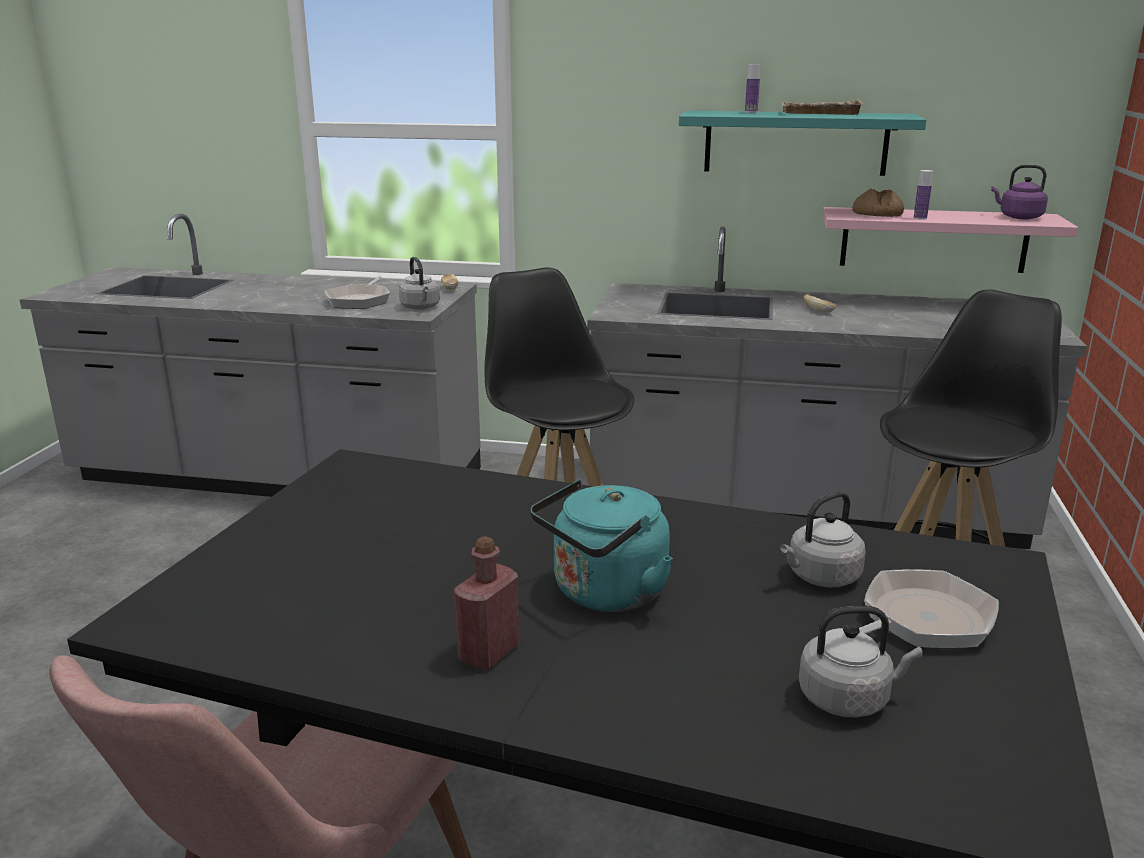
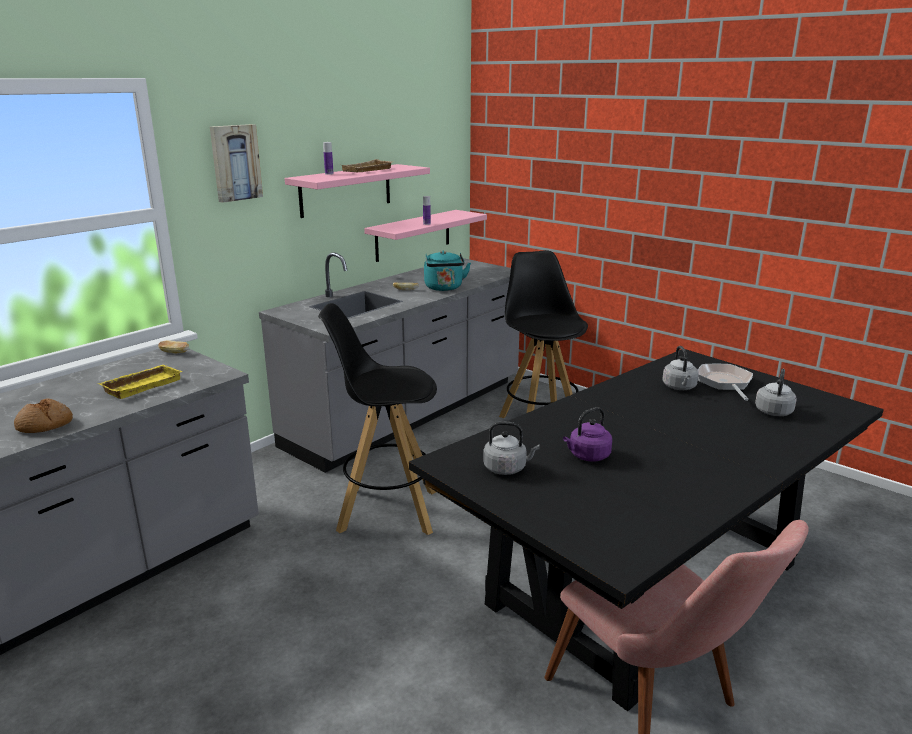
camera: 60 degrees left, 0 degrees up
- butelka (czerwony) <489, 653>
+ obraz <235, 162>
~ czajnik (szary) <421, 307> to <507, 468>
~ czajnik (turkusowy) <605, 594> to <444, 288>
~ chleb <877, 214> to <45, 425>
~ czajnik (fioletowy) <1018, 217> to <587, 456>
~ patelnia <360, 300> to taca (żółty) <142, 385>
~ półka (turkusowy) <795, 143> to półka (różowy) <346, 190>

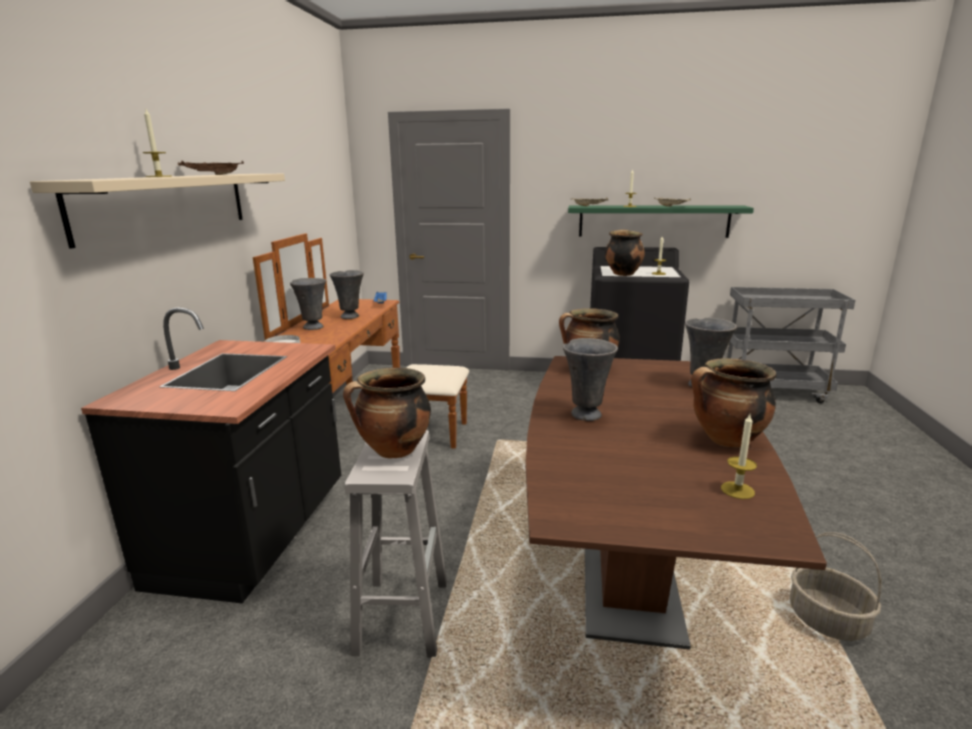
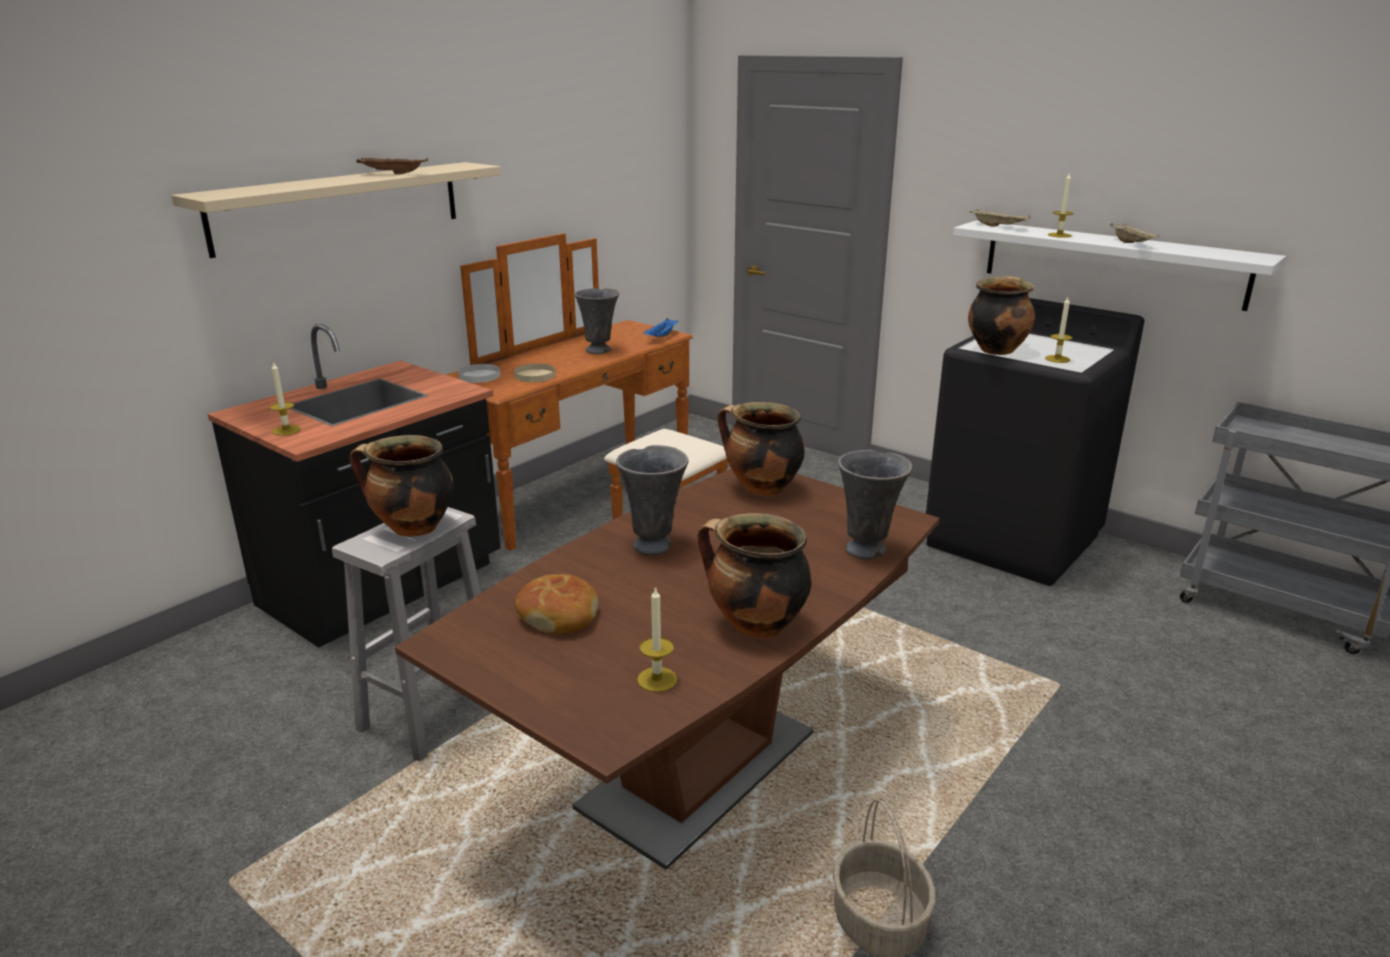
camera: 30 degrees right, 5 degrees up
- wazon (szary) <313, 327>
+ talerz (beżowy) <534, 375>
+ chleb <558, 615>
~ świeca <159, 176> to <286, 430>
~ półka (zielony) <653, 221> to półka (biały) <1112, 263>

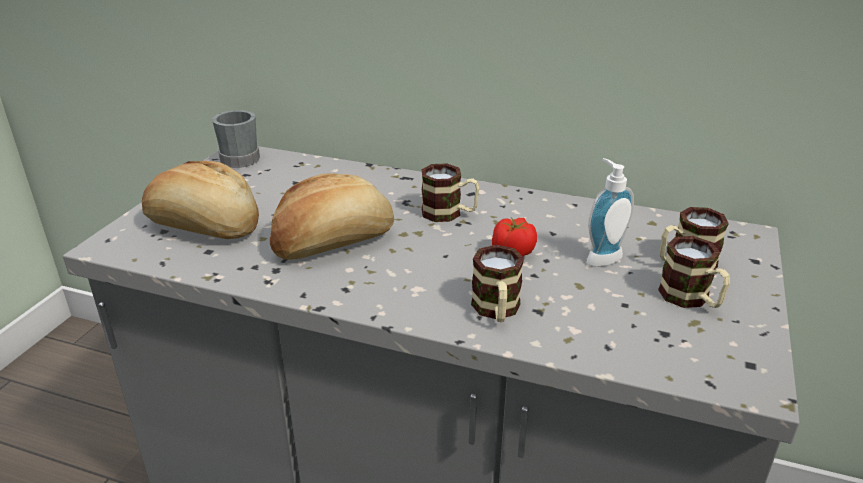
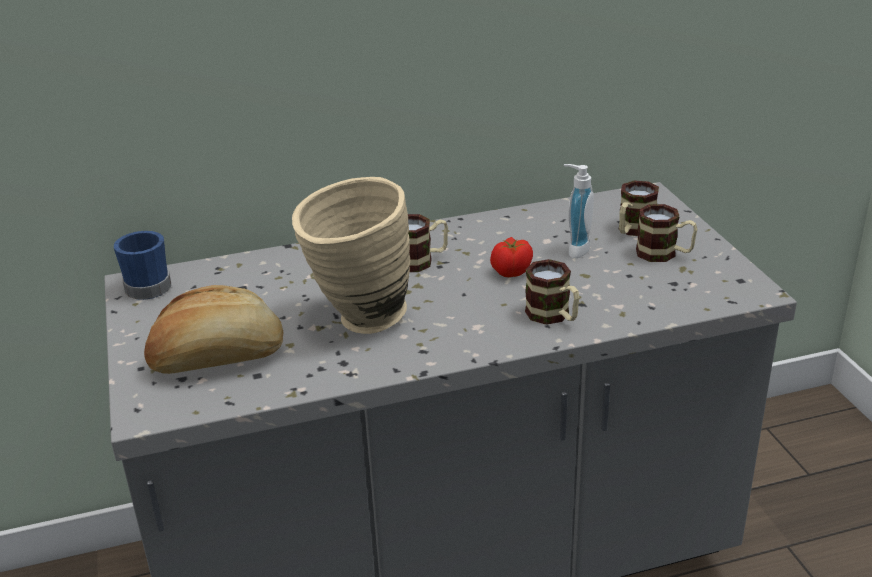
camera: 35 degrees left, 0 degrees up
~ chleb <333, 242> to wazon (beżowy) <358, 322>
~ kubek (szary) <242, 157> to kubek (niebieski) <147, 285>

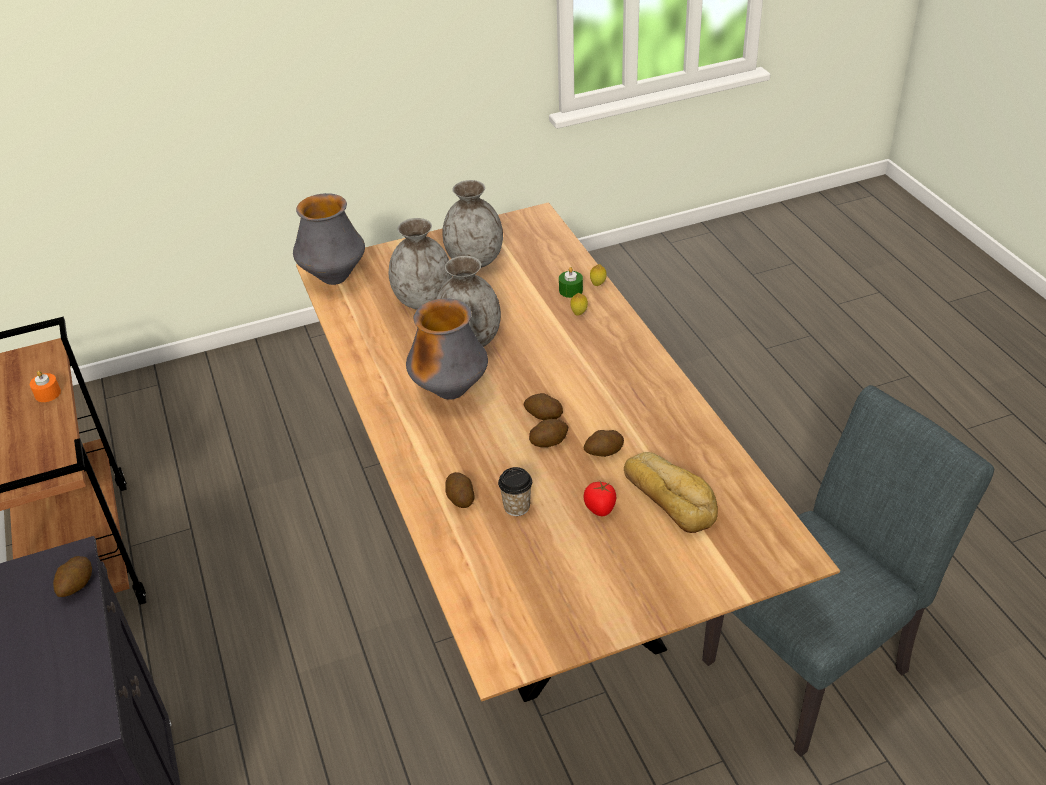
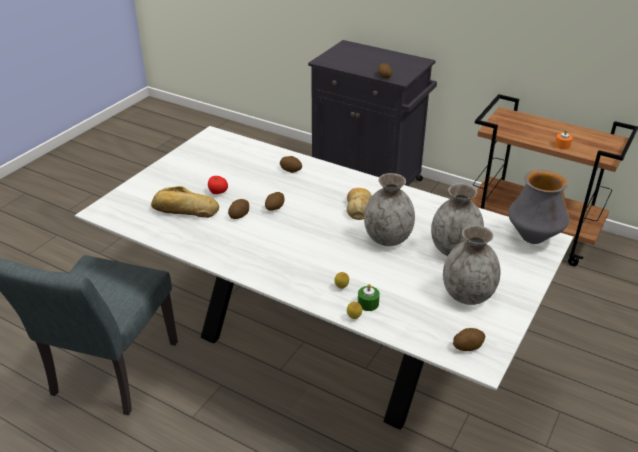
camera: 140 degrees right, 5 degrees down
- filiżanka <516, 507>
~ ziemniak <543, 416> to <468, 346>
~ wazon <450, 391> to chleb <359, 208>
~ stół jadalny (brązowy) <531, 553> to stół jadalny (biały) <319, 347>

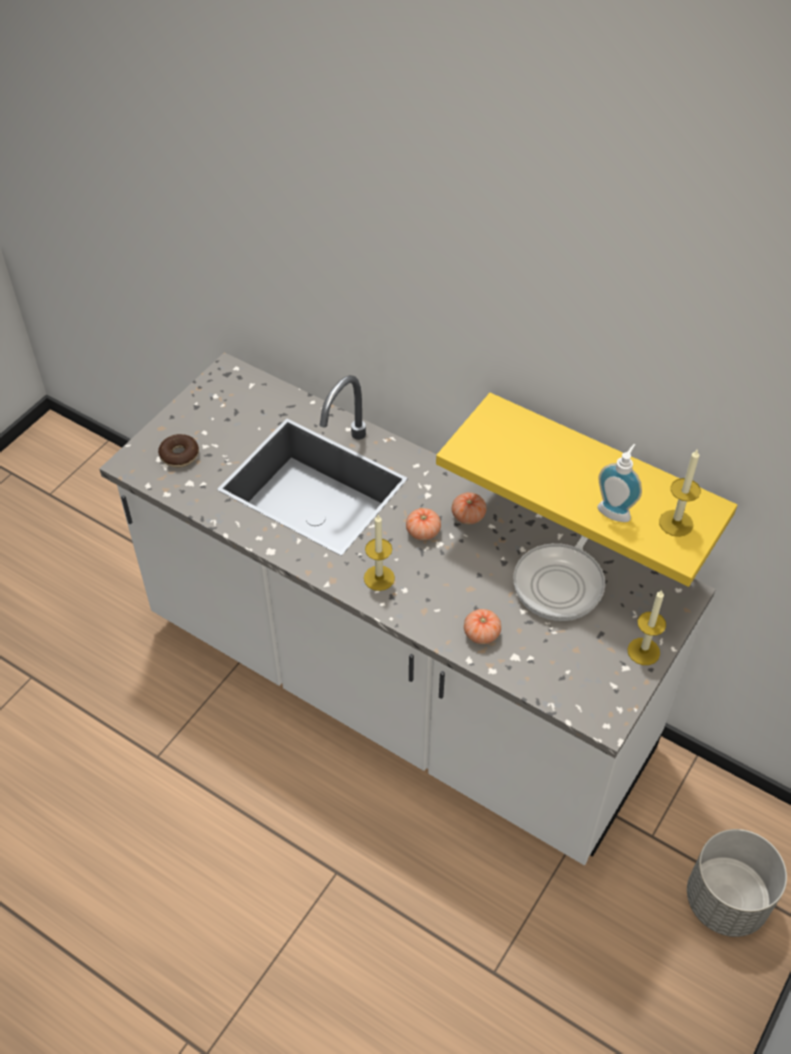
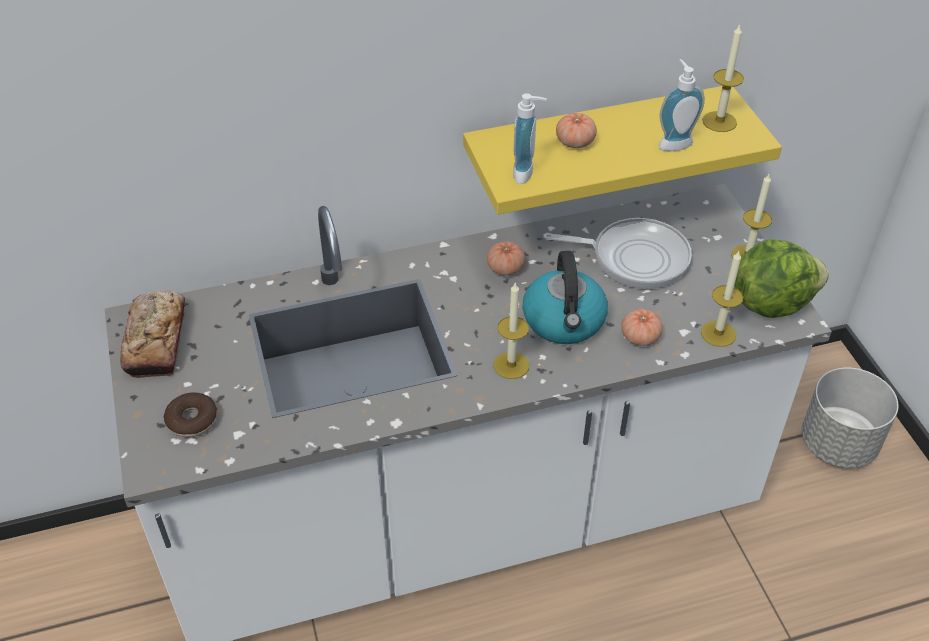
camera: 50 degrees left, 5 degrees down
+ chleb <156, 340>
+ dozownik mydła <527, 173>
+ czajnik <564, 321>
+ świeca <718, 333>
+ sałata <770, 302>
~ pomidor <423, 532> to <575, 142>
~ patelnia <561, 582> = <634, 258> 60 degrees counterclockwise

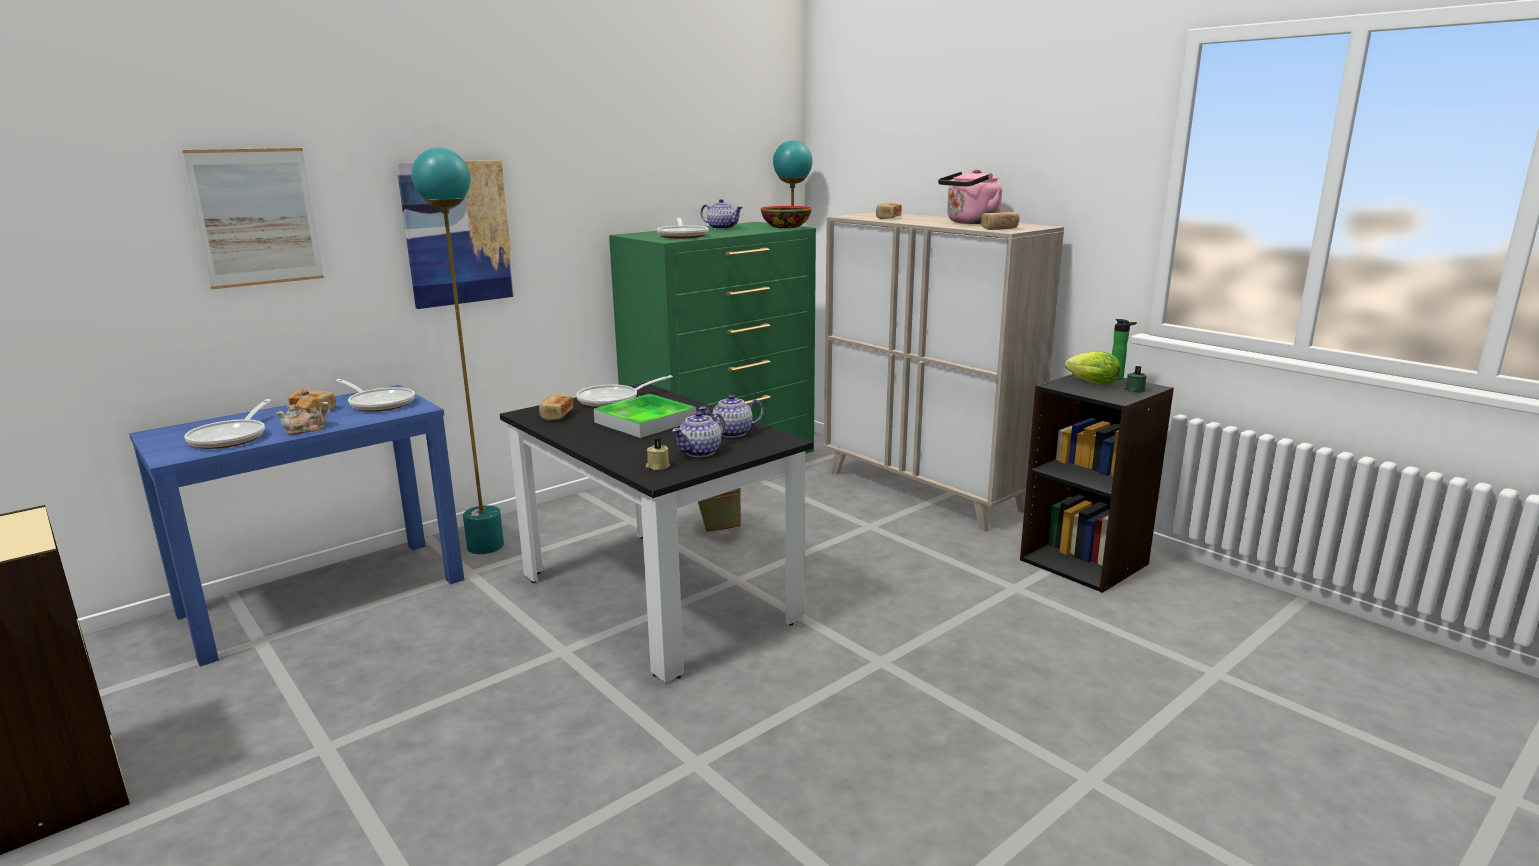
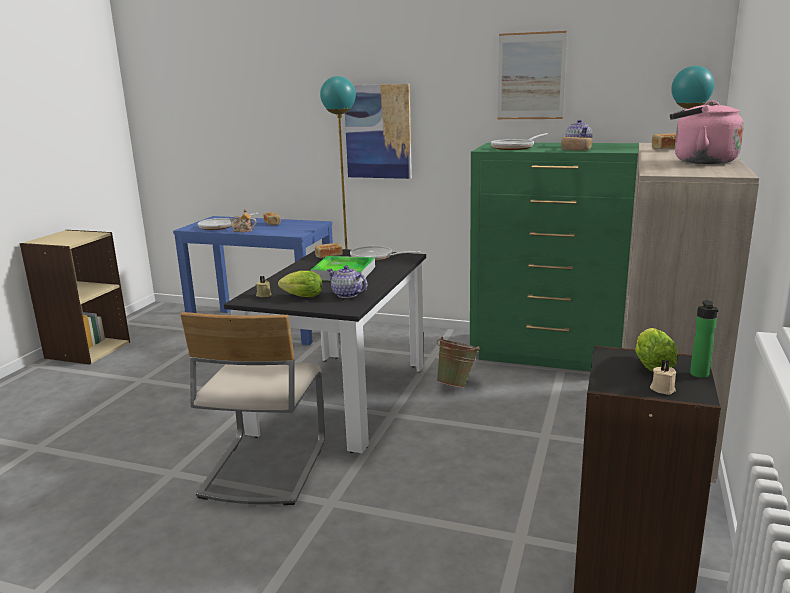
camera: 60 degrees right, 0 degrees up
- patelnia <379, 403>
- miska <785, 227>
+ krzesło (beżowy) <263, 468>
~ obraz <257, 217> to <531, 76>
~ chleb <1000, 229> to <576, 150>
~ imbryk <700, 452> to sałata <300, 297>
~ świeca (zielony) <1134, 390> to świeca (beżowy) <662, 389>

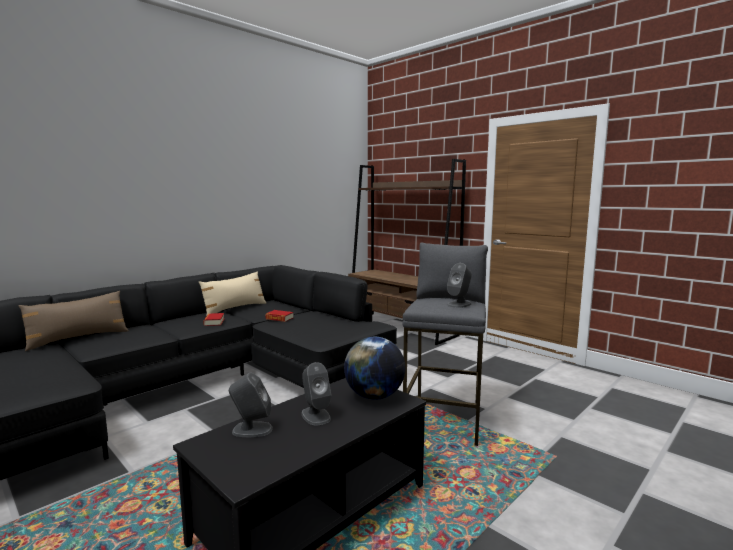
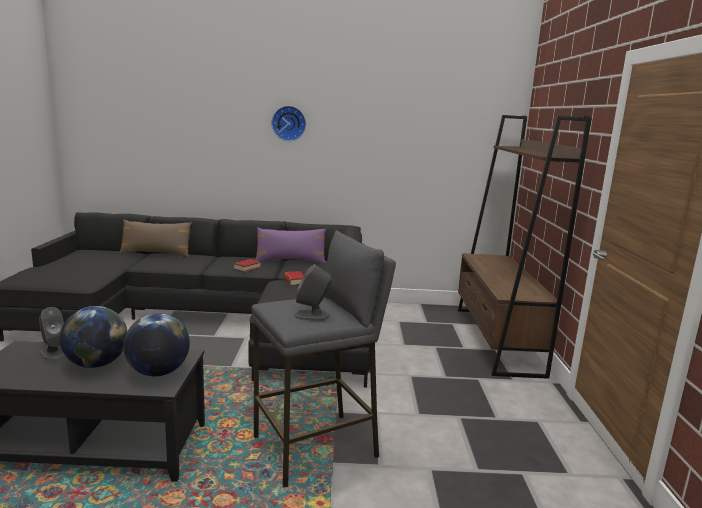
camera: 45 degrees right, 5 degrees up
+ zegar ścienny <289, 123>
~ głośnik (szary) <315, 415> to globus <97, 364>
~ poduszka (beżowy) <234, 309> to poduszka (fioletowy) <290, 261>

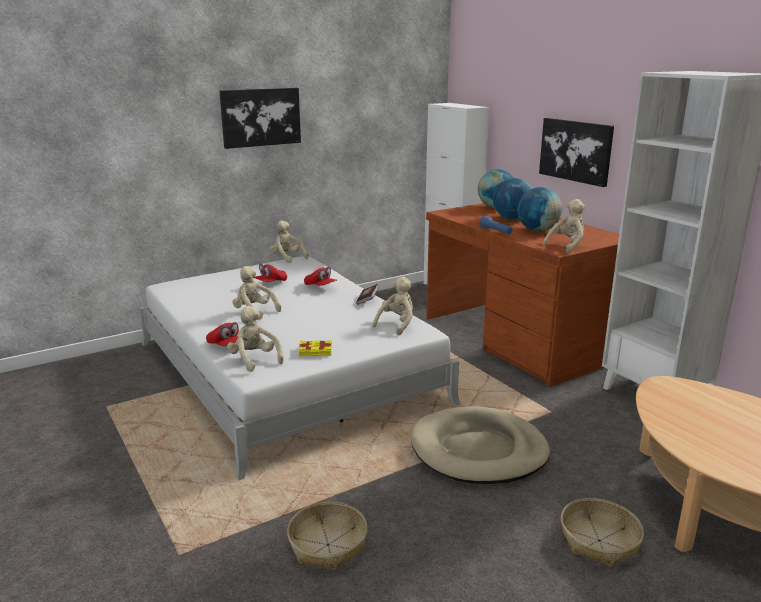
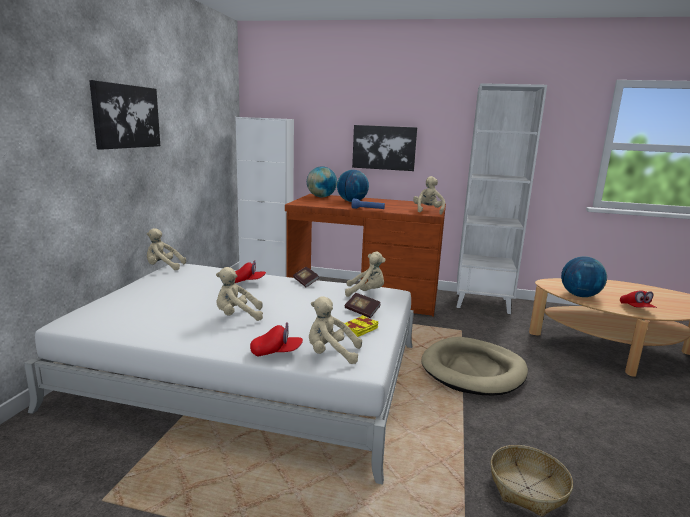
camera: 45 degrees left, 5 degrees down
- koszyk <599, 541>
+ książka <362, 312>
~ czapka z daszkiem (czerwony) <270, 283> to <636, 309>
~ globus <537, 230> to <580, 296>
~ pluszak (beżowy) <397, 325> = <366, 293> 105 degrees clockwise

